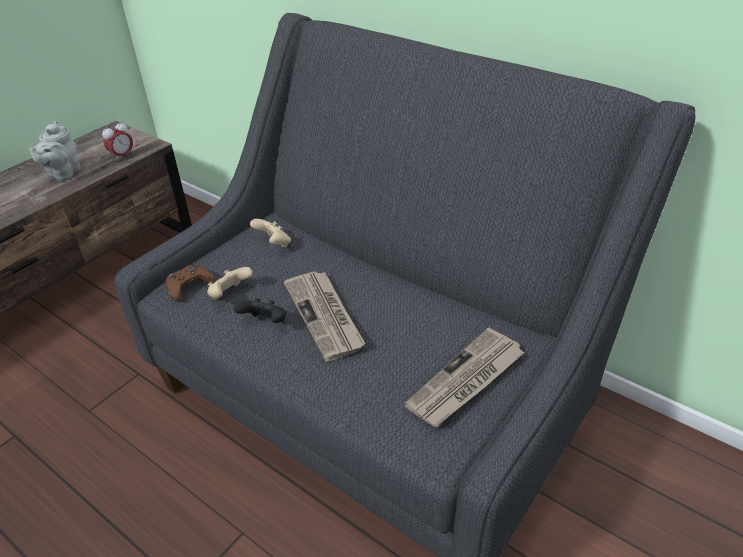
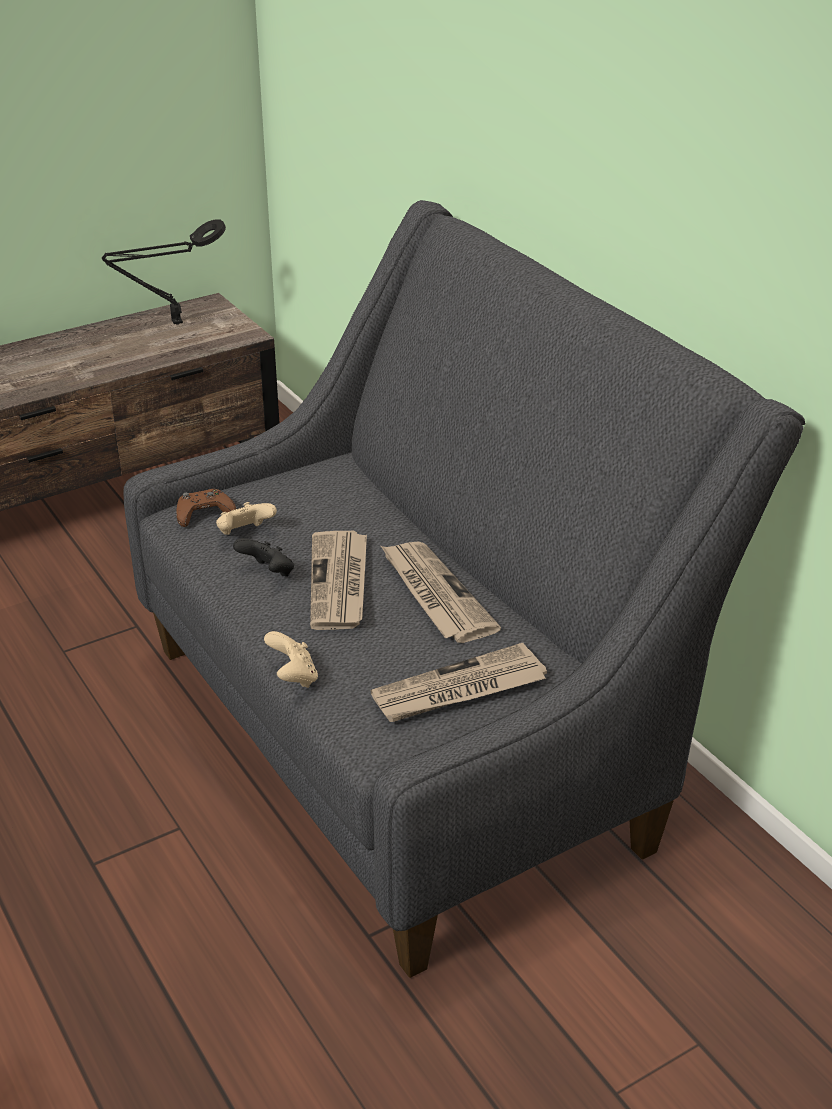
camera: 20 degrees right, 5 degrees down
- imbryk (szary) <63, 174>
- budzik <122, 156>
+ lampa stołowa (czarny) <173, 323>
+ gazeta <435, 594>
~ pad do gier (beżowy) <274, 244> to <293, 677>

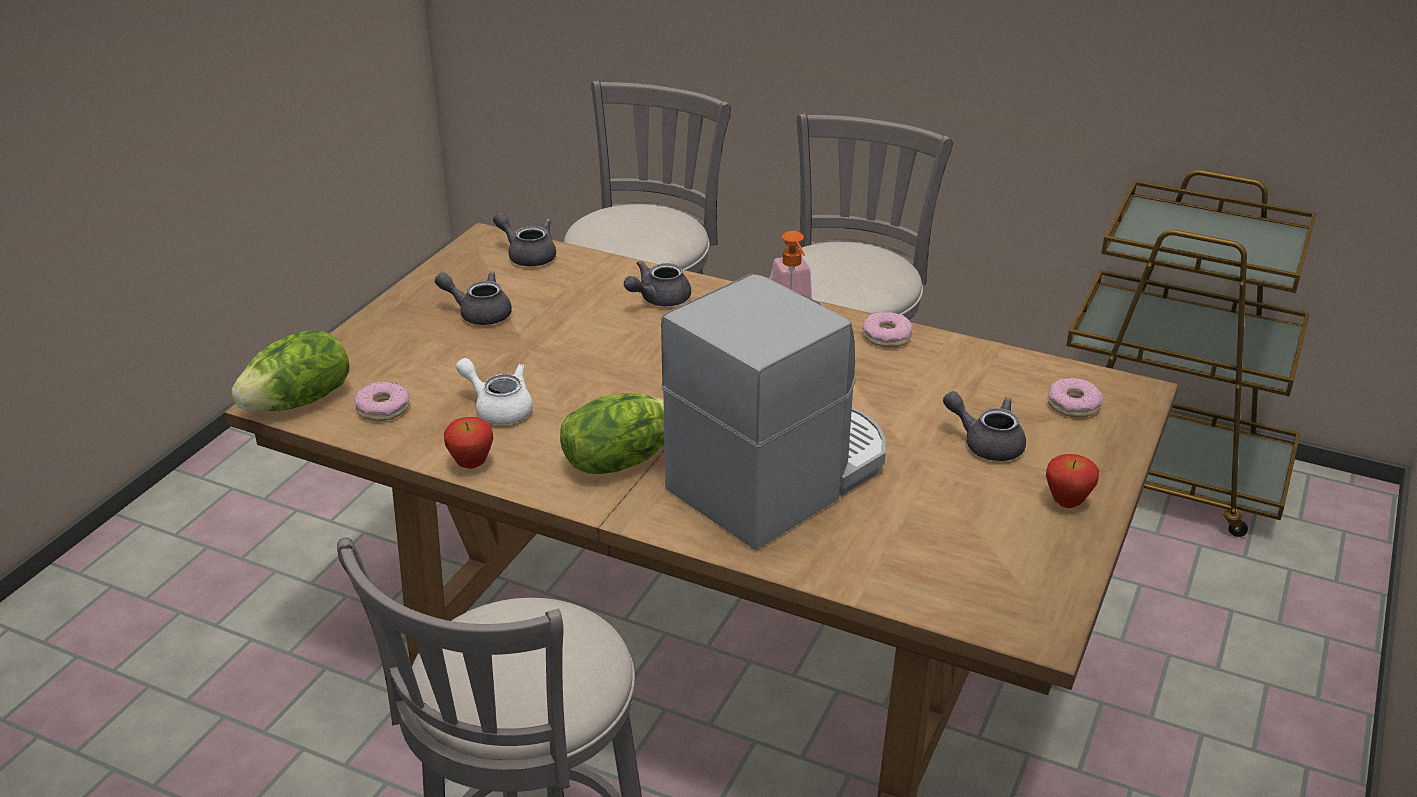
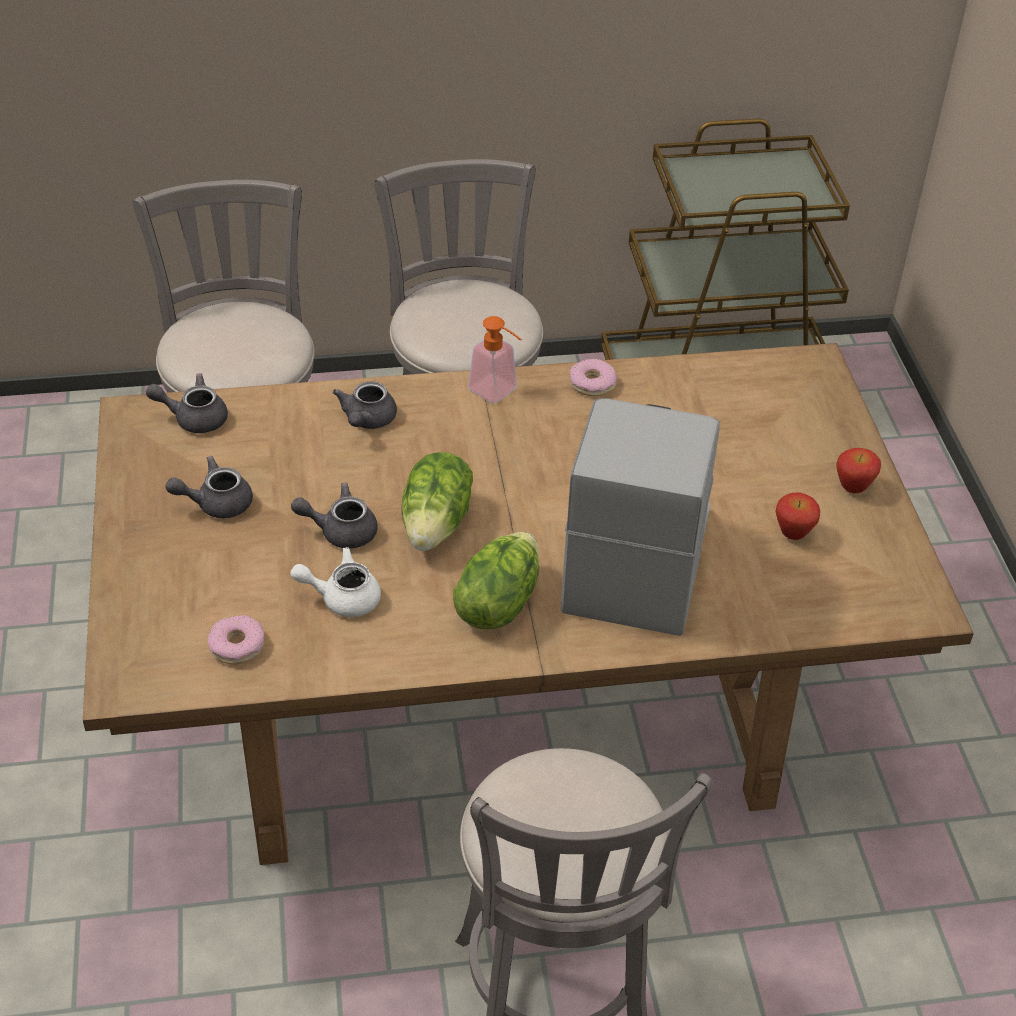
camera: 35 degrees left, 10 degrees up
- donut <1073, 405>
~ sałata <300, 402> to <437, 524>
~ jabłko <471, 465> to <793, 534>
~ imbryk (szary) <986, 443> to <340, 531>

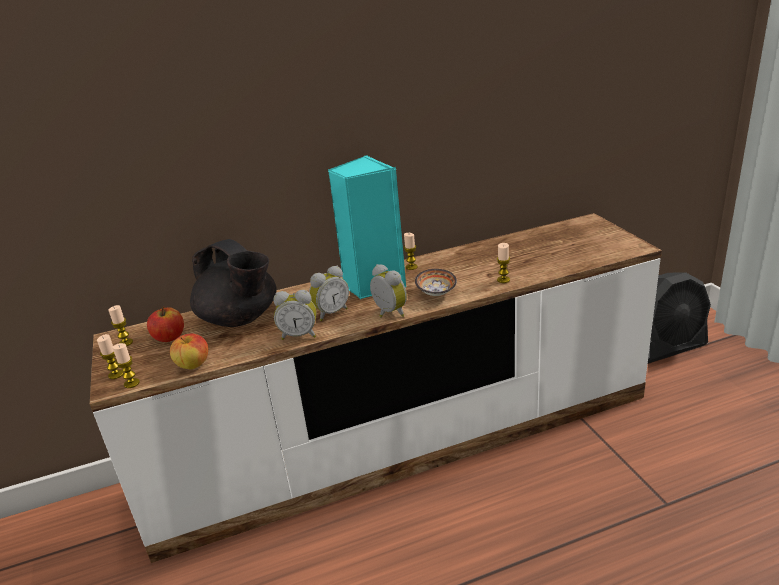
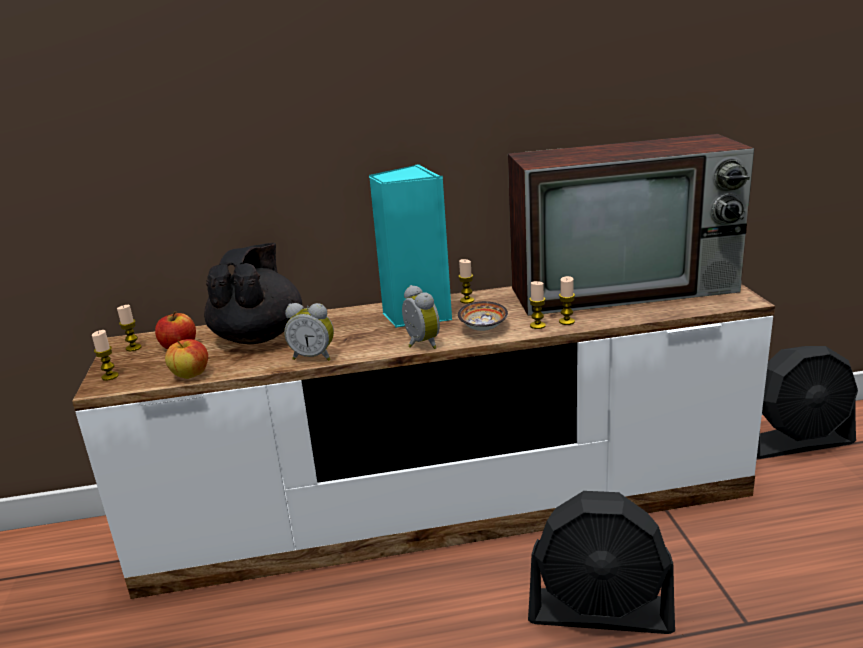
camera: 10 degrees right, 5 degrees down
- budzik <330, 313>
+ telewizor <626, 289>
+ wentylator (czarny) <600, 612>
~ świeca <131, 383> to <537, 325>
~ imbryk (czarny) <240, 319> = <259, 336> 135 degrees counterclockwise

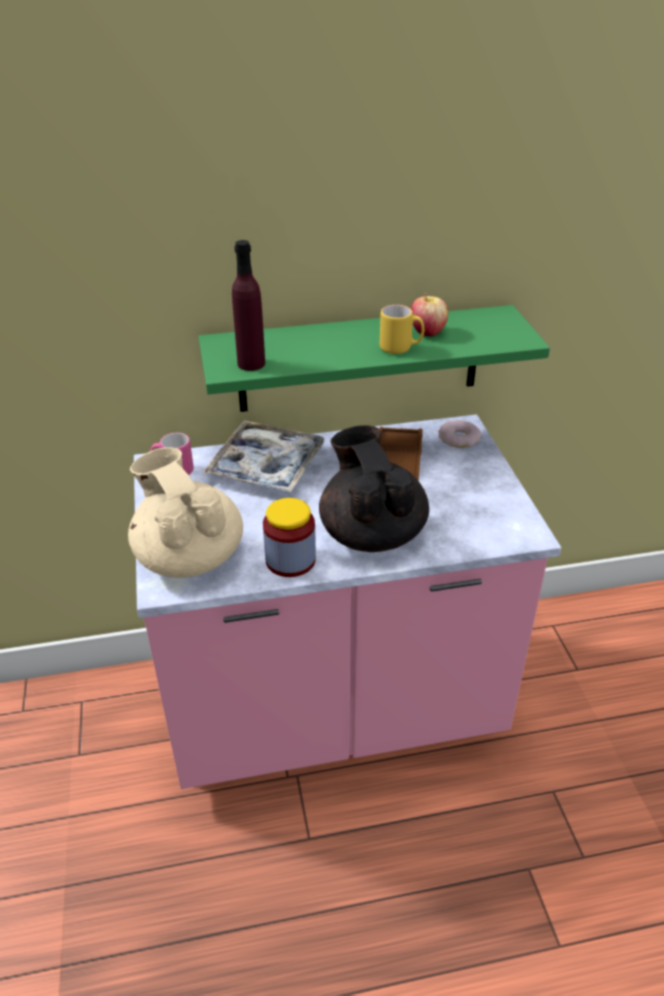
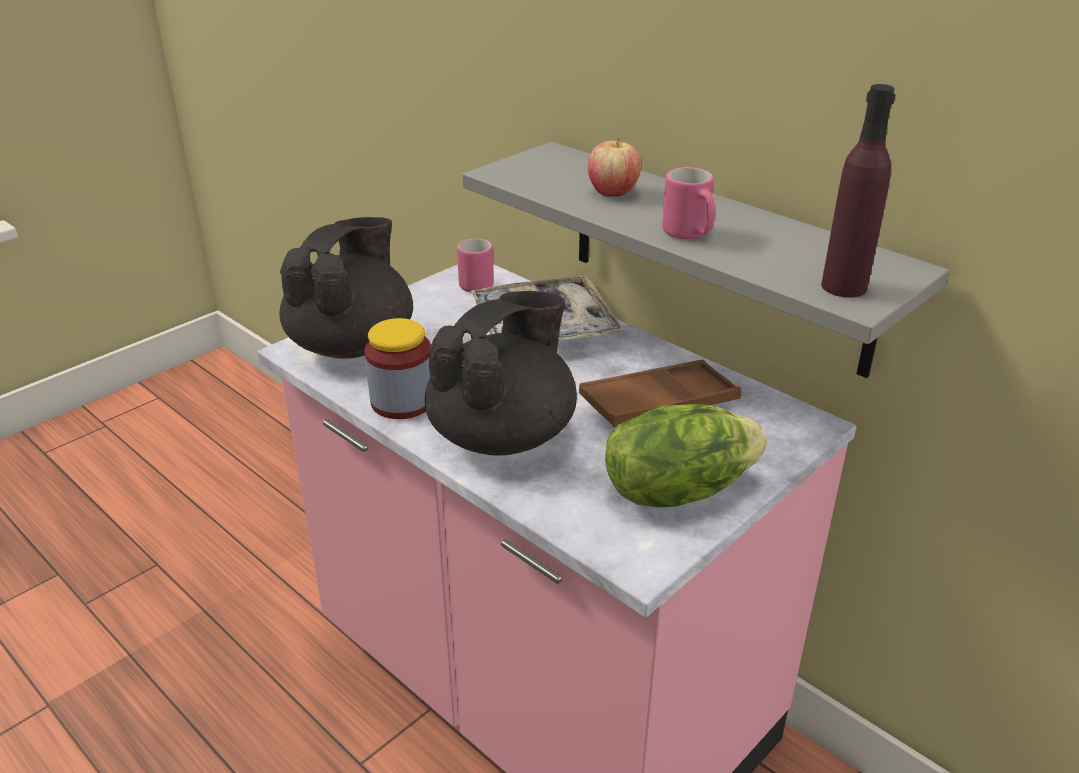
camera: 55 degrees right, 5 degrees down
- donut <459, 438>
+ sałata <677, 489>
~ butelka (fioletowy) <251, 363> to <844, 287>
~ jabłko <427, 332> to <613, 192>
~ imbryk (beżowy) <189, 556> to imbryk (czarny) <353, 344>
~ półka (zielony) <359, 359> to półka (szary) <716, 256>
~ kubek (żółty) <401, 348> to kubek (różowy) <690, 235>

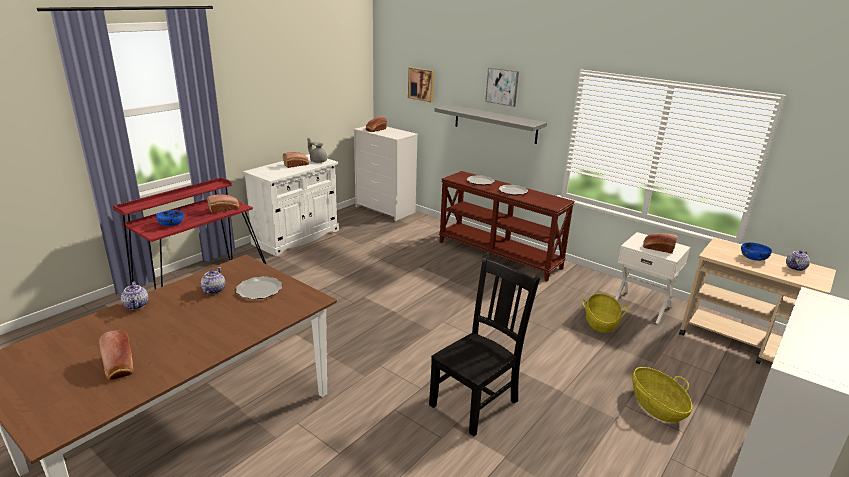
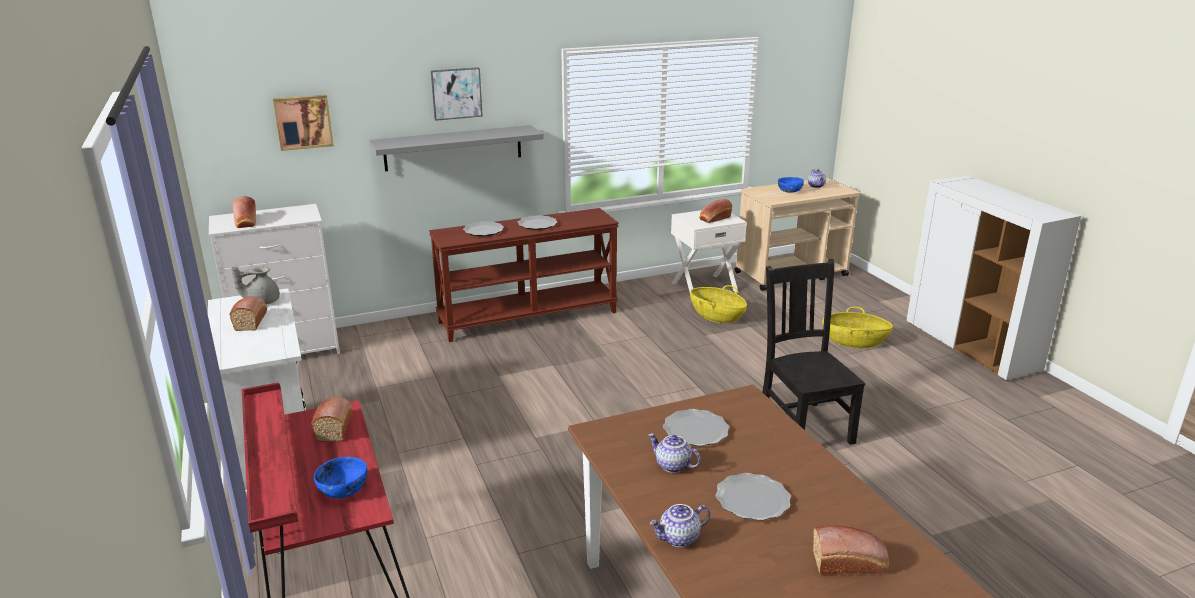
camera: 60 degrees left, 0 degrees up
+ talerz <752, 499>
~ imbryk <137, 305> = <679, 539> 150 degrees clockwise

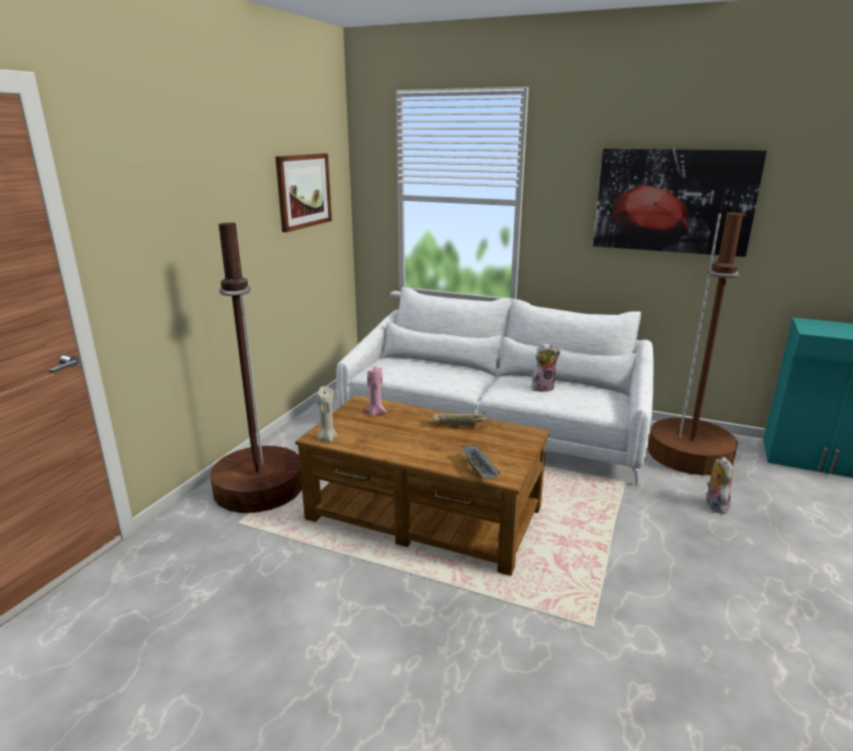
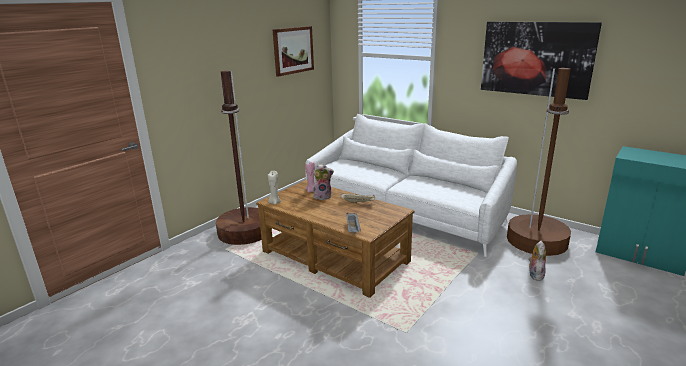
camera: 15 degrees right, 0 degrees up
~ pluszak <543, 387> to <323, 196>

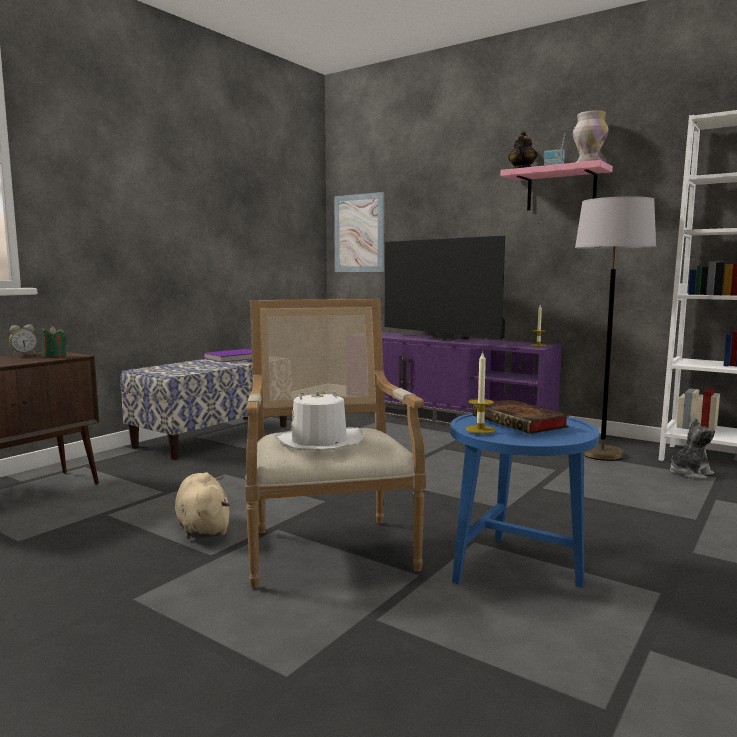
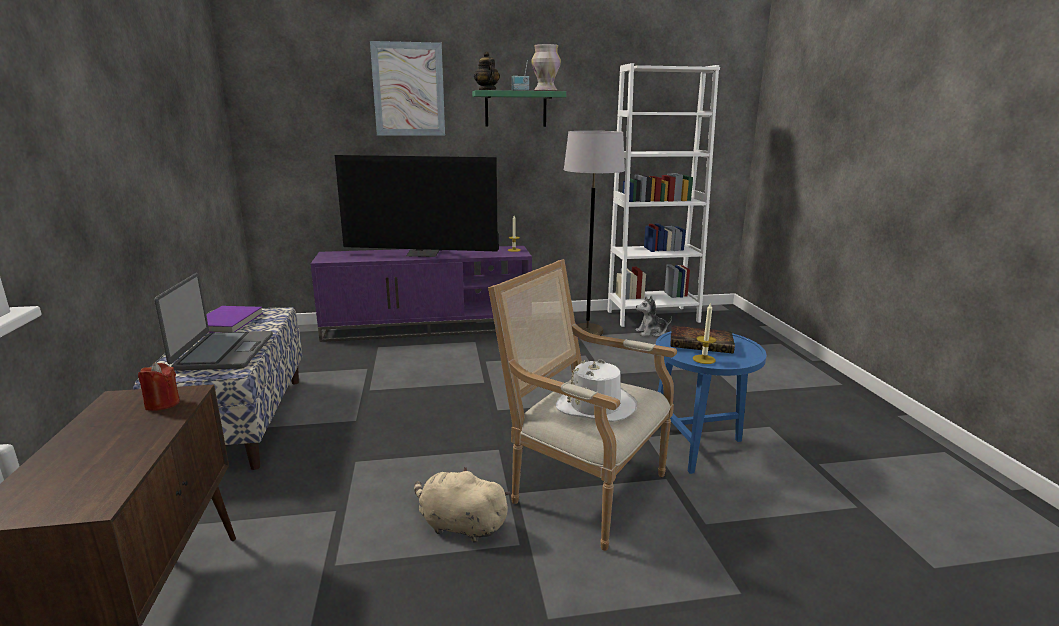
camera: 45 degrees left, 10 degrees up
- budzik <24, 355>
+ laptop <223, 352>
~ obraz <359, 233> to <408, 89>
~ świeca (zielony) <54, 356> to świeca (czerwony) <162, 404>
~ półka (różowy) <561, 189> to półka (zielony) <515, 109>
~ pluszak <689, 473> = <651, 332> 120 degrees counterclockwise

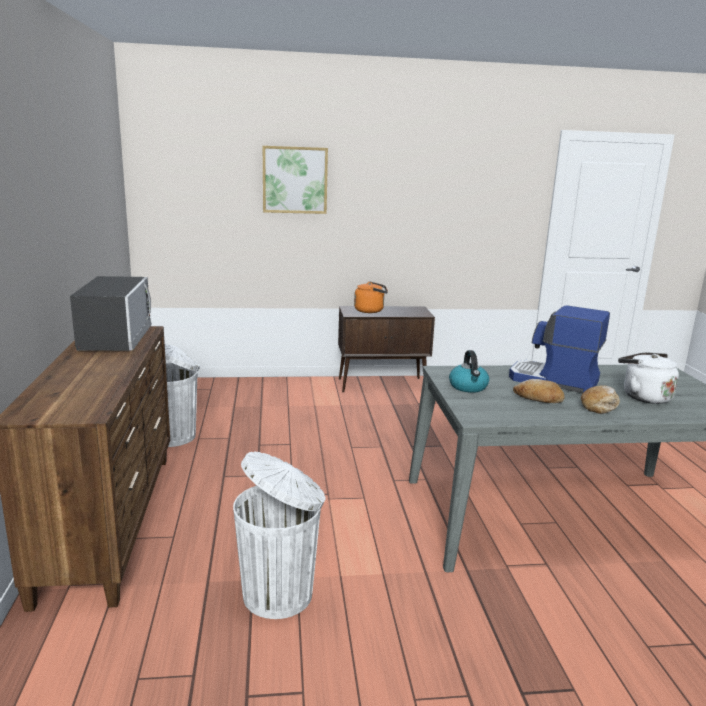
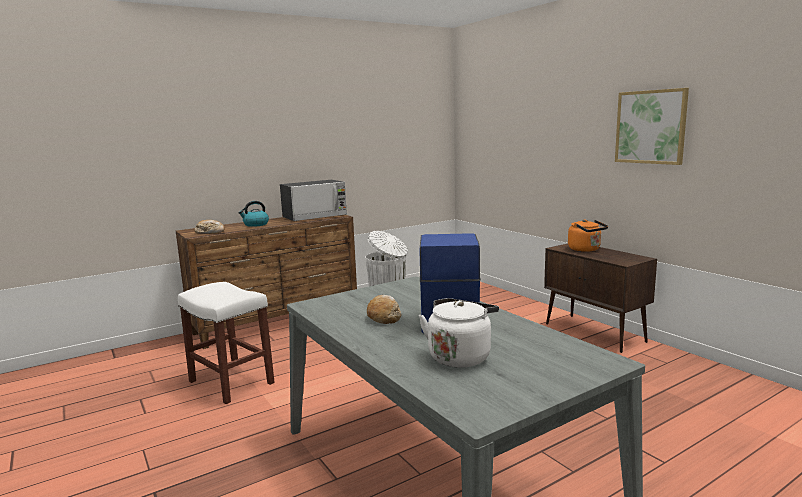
camera: 65 degrees right, 5 degrees down
~ obraz <295, 180> to <650, 127>
~ czajnik <468, 387> to <255, 224>
~ chleb <599, 406> to <210, 232>
~ kosz na śmieci (biały) <280, 594> to stołek (biały) <232, 382>

